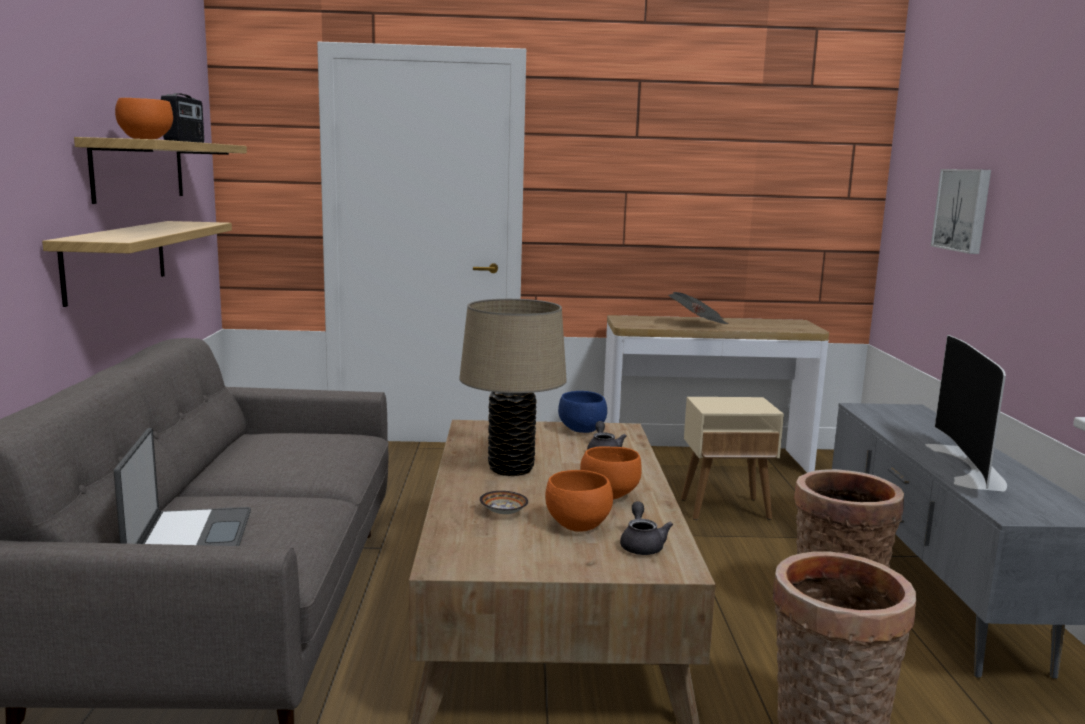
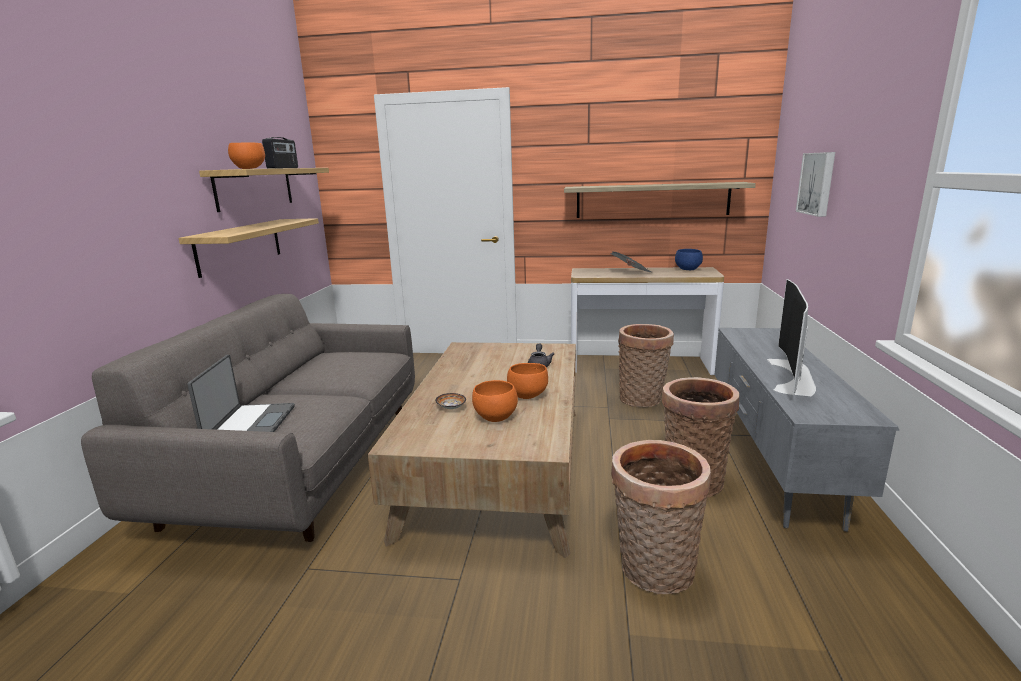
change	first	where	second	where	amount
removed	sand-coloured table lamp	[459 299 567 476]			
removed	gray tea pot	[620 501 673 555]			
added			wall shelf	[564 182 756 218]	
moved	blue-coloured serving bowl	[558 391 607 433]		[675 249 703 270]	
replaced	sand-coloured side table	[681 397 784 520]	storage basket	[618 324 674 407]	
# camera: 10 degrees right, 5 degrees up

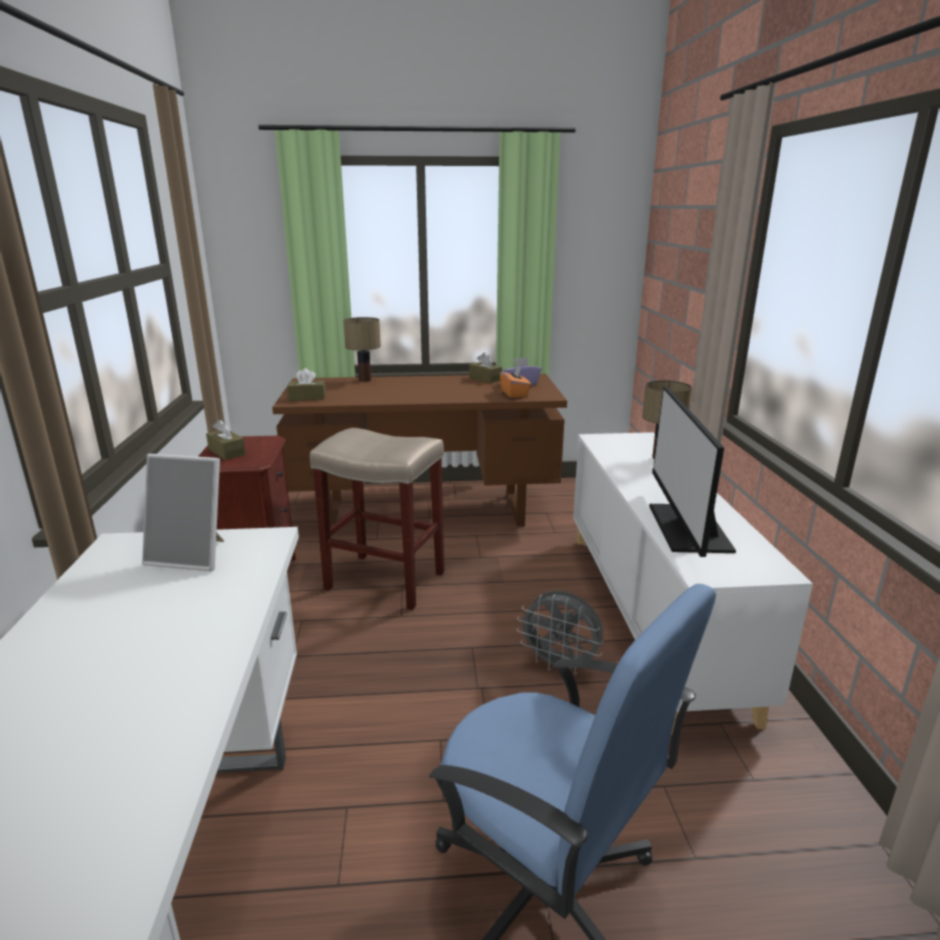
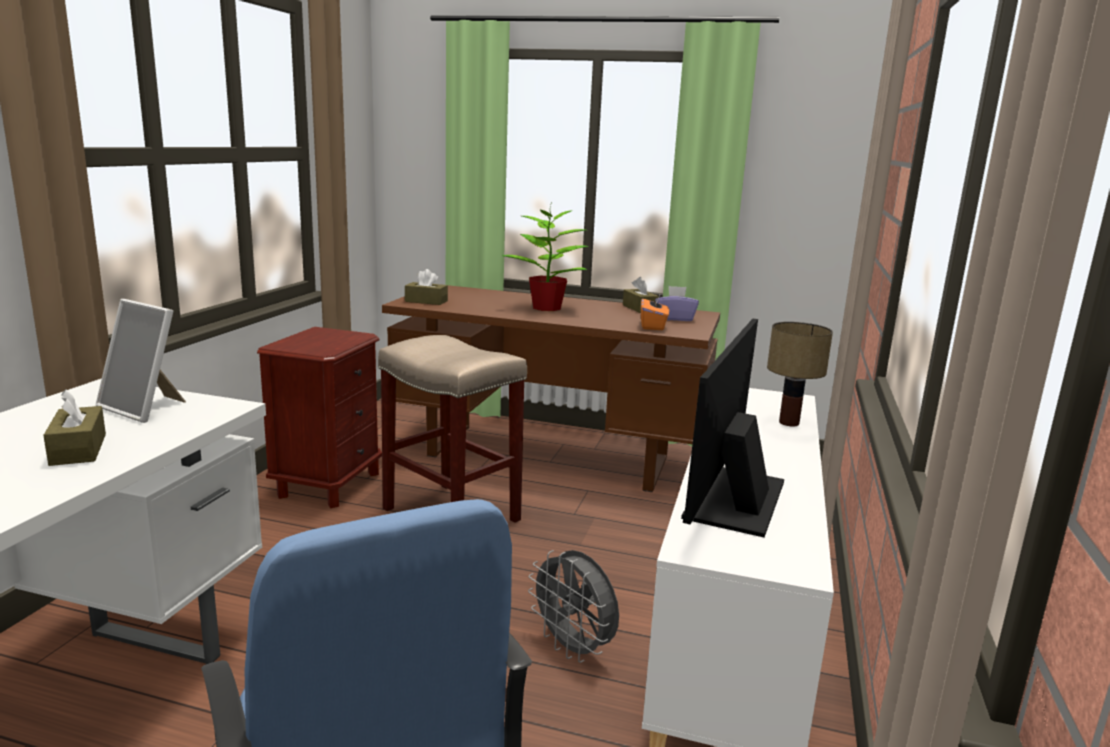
change	first	where	second	where	amount
removed	table lamp	[343 317 381 382]			
added			potted plant	[502 205 589 311]	
moved	brown tissue box	[206 420 246 460]		[43 390 106 466]	
# camera: 20 degrees right, 5 degrees down

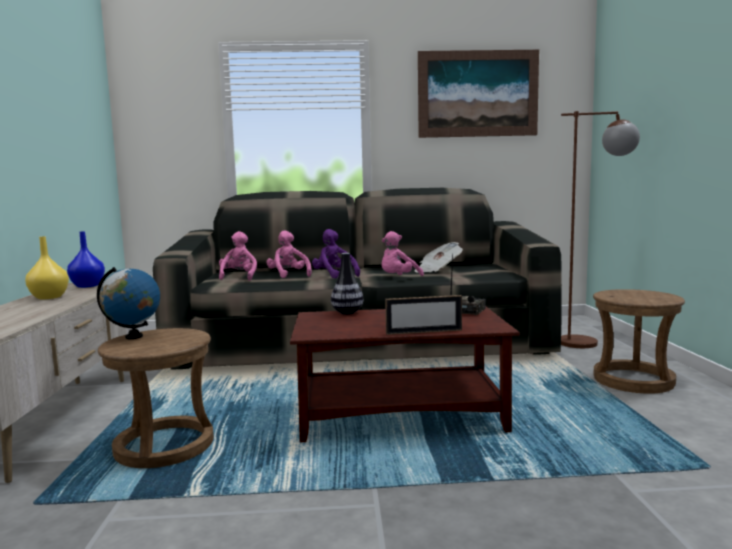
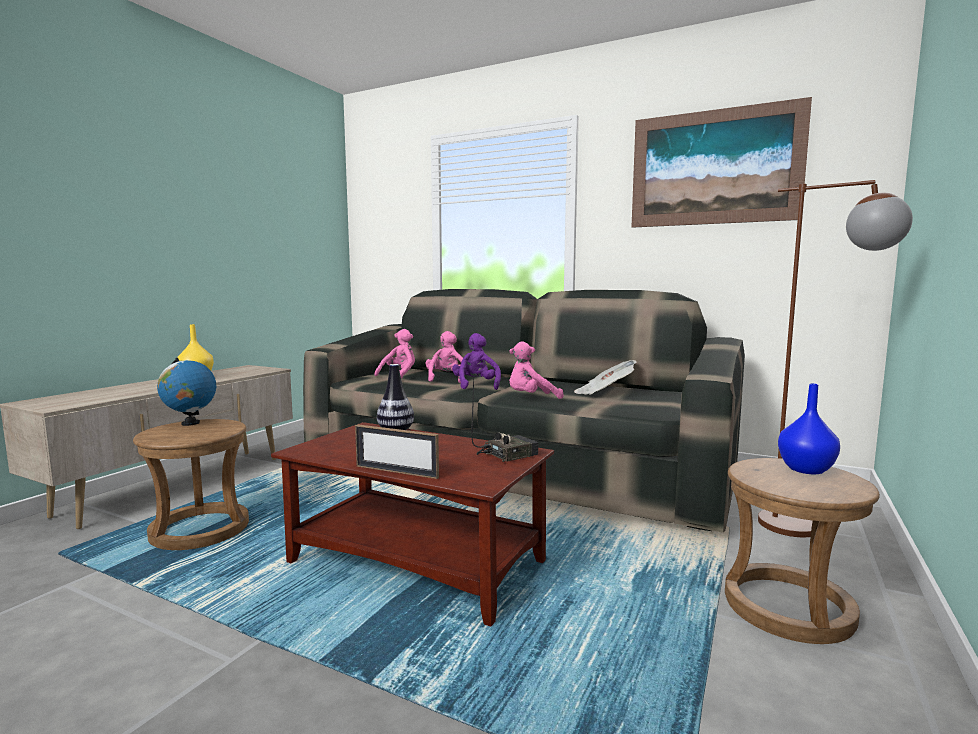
change	first	where	second	where	amount
moved	blue-coloured vase	[67 231 105 288]		[778 383 840 474]	
# camera: 30 degrees right, 0 degrees up

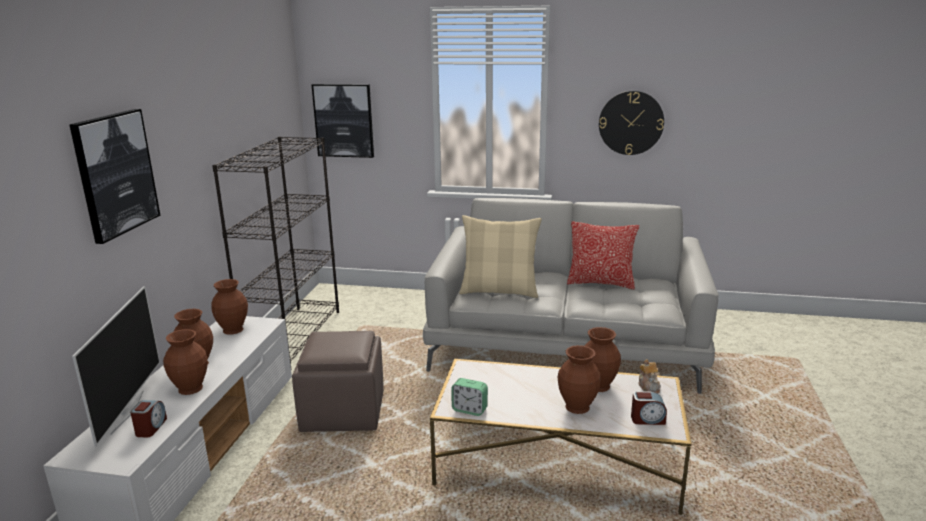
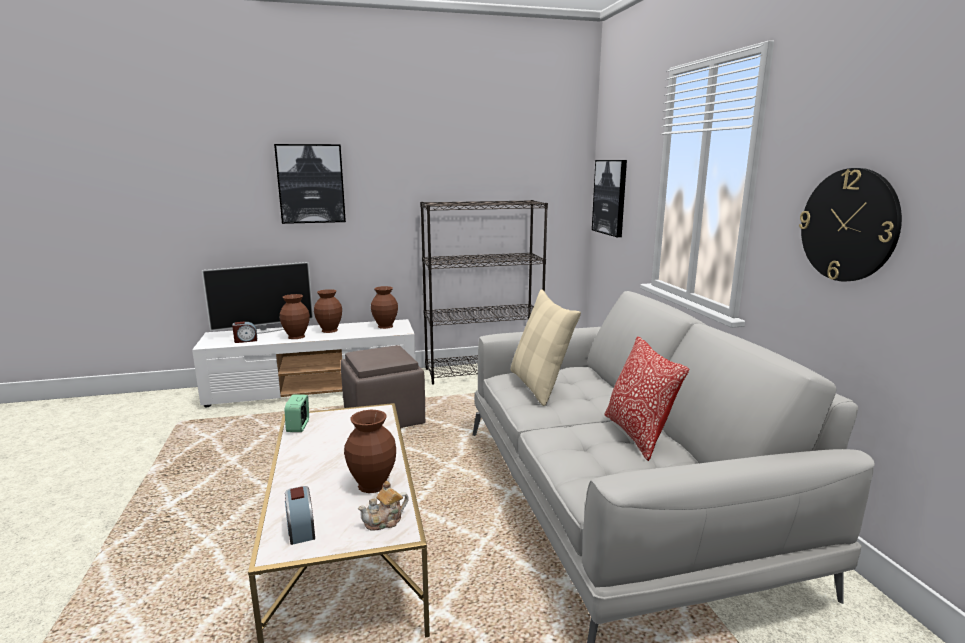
change	first	where	second	where	amount
removed	brown vase	[558 345 601 414]			
# camera: 65 degrees right, 5 degrees down

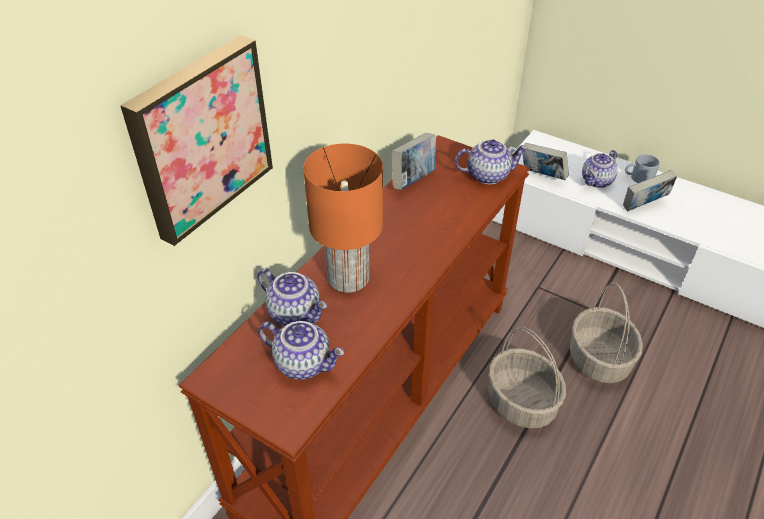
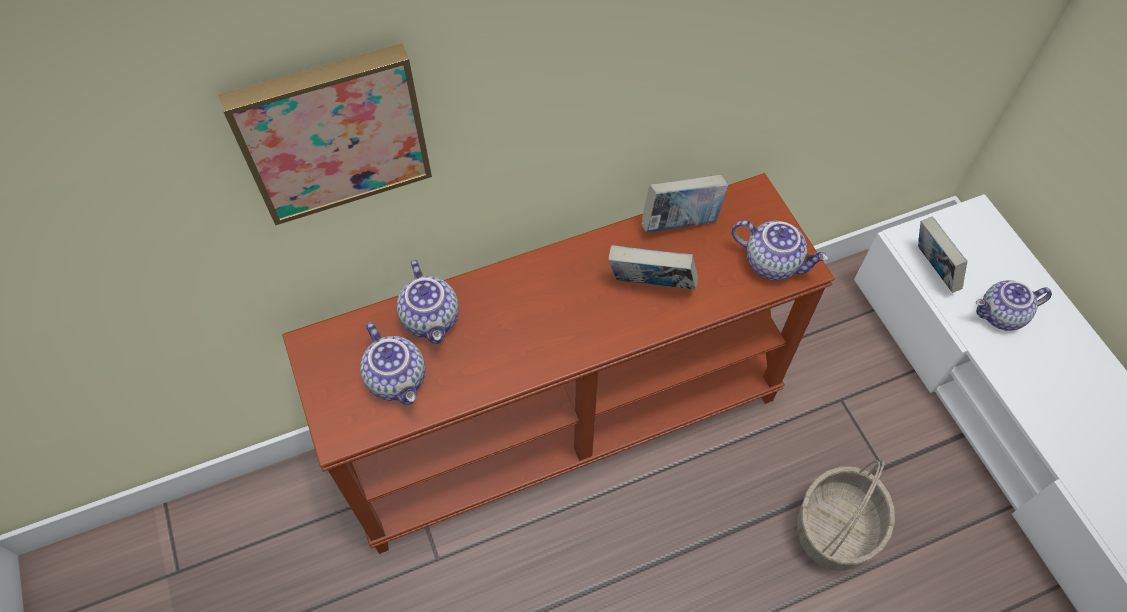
change	first	where	second	where	amount
removed	orange-coloured table lamp	[303 144 383 293]			
removed	storage basket	[489 327 566 428]			
removed	gray coffee mug	[625 154 660 183]			
moved	book	[623 170 677 211]		[608 245 698 290]	
# camera: 35 degrees right, 15 degrees up

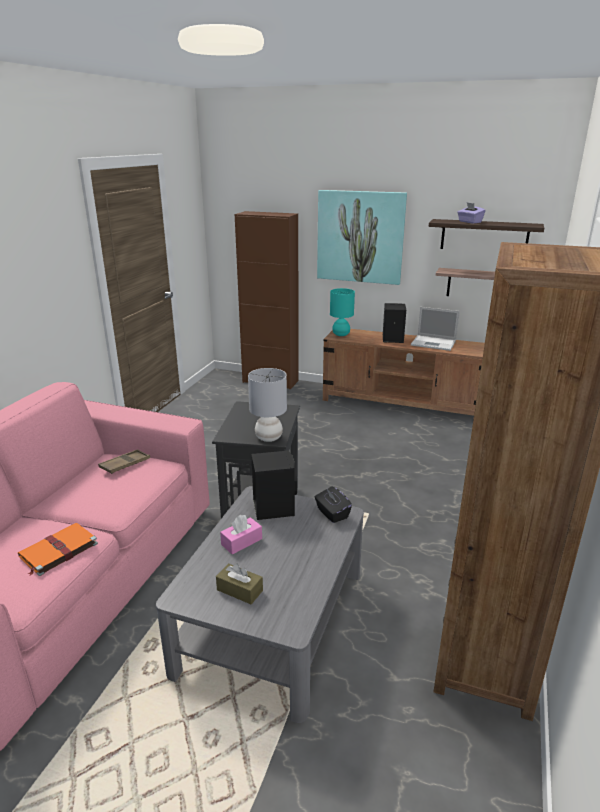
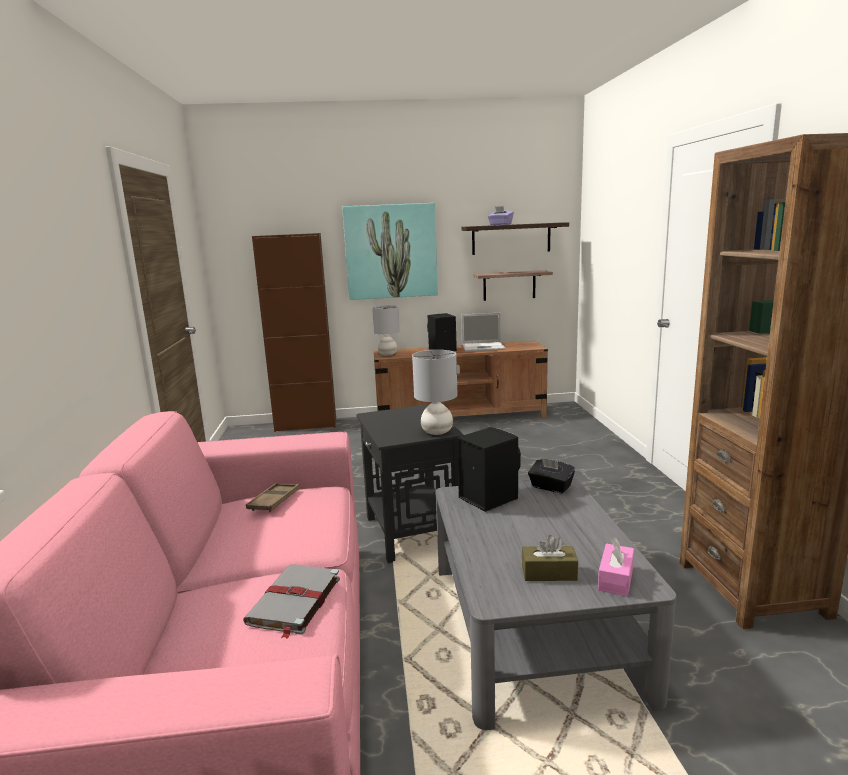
change	first	where	second	where	amount
moved	pink-coloured tissue box	[220 515 262 555]		[598 537 634 597]	
recoloured	orange-coloured book	[18 523 98 576]	gray book	[243 564 340 639]	
recoloured	turquoise table lamp	[330 288 355 336]	gray table lamp	[372 305 400 356]	
# camera: 25 degrees left, 10 degrees down

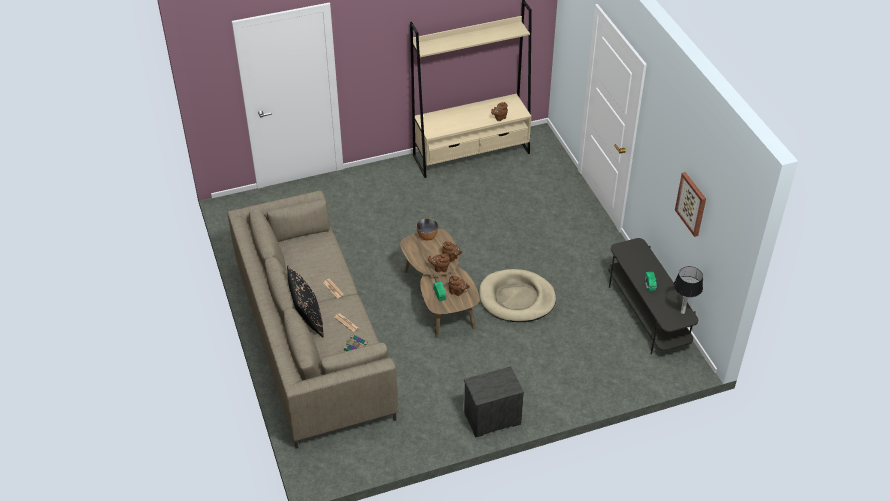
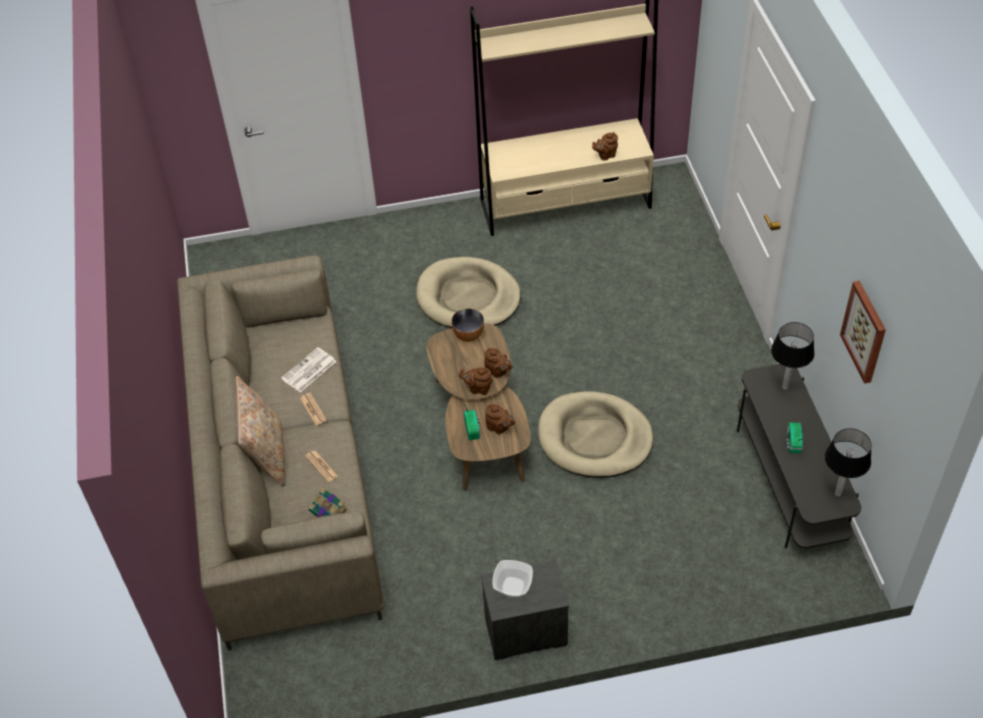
change	first	where	second	where	amount
added			daily paper	[281 347 337 392]	
added			sand-coloured pet bed	[416 257 521 328]	
added			serving bowl	[492 560 533 598]	
added			table lamp	[771 322 815 390]	
recoloured	blackish pillow	[287 265 324 337]	sand-coloured pillow	[236 376 285 487]	
# camera: 10 degrees right, 5 degrees up

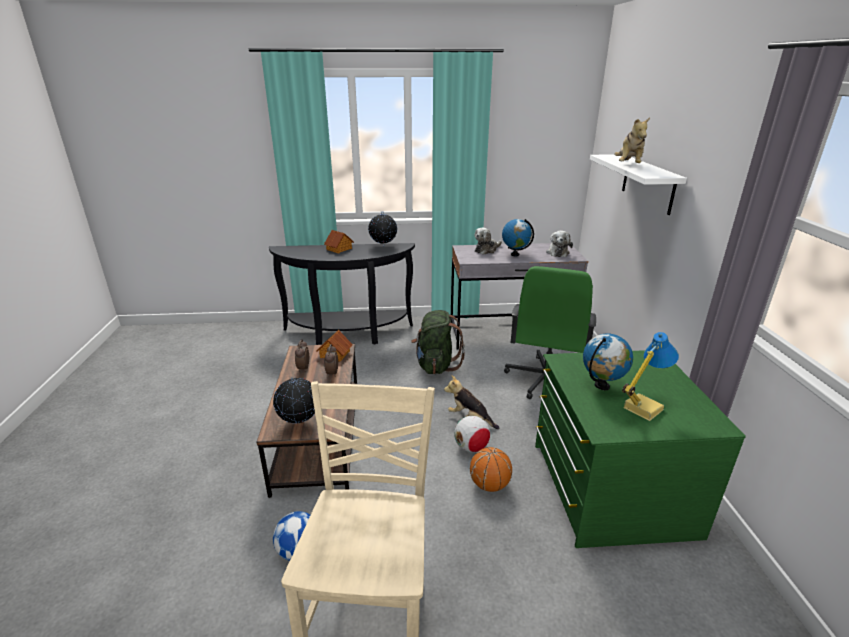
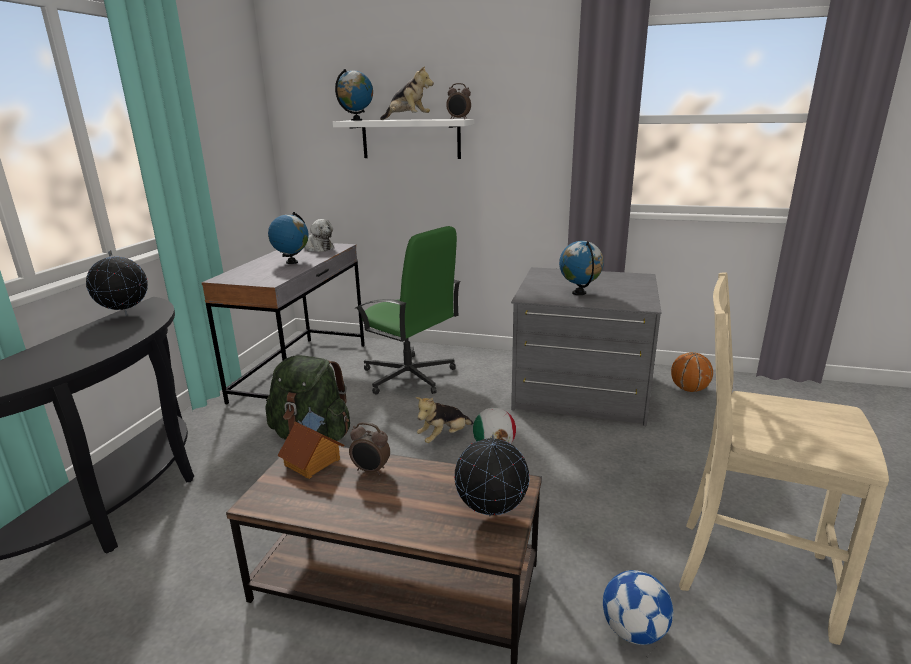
change	first	where	second	where	amount
removed	toy house	[324 230 354 254]			
removed	plush toy	[474 227 502 255]			
removed	table lamp	[622 332 679 421]			
added			world globe	[335 69 373 121]	
moved	table clock	[295 340 309 372]		[446 83 471 119]	
moved	basketball	[470 447 512 492]		[671 352 713 392]	
recoloured	green chest of drawers	[535 350 746 548]	gray chest of drawers	[511 267 661 426]	
# camera: 70 degrees left, 5 degrees down

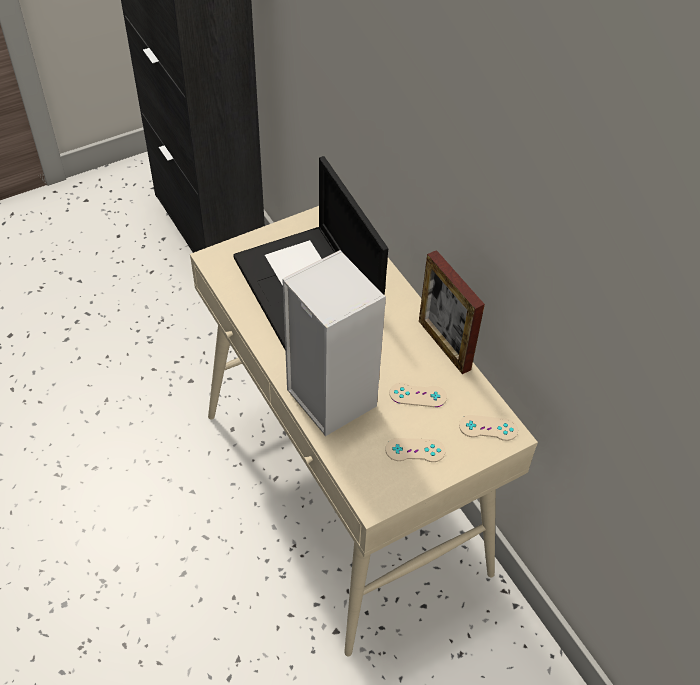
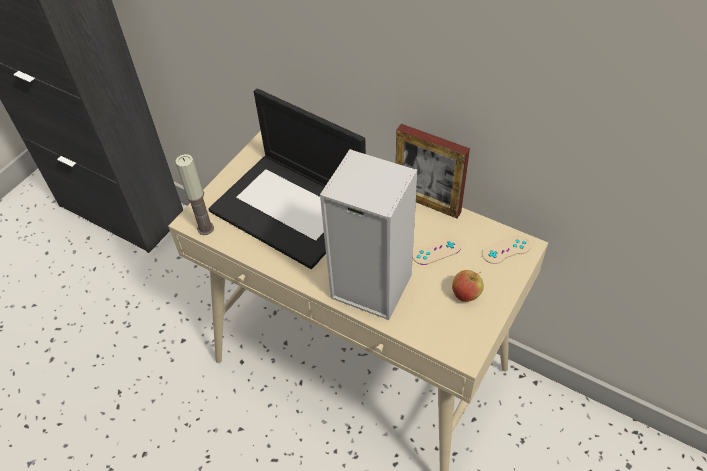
change	first	where	second	where	amount
added			candle	[176 154 214 235]	
replaced	sand-coloured joypad	[385 438 446 462]	whole apple	[452 270 484 302]	
# camera: 25 degrees left, 0 degrees up

